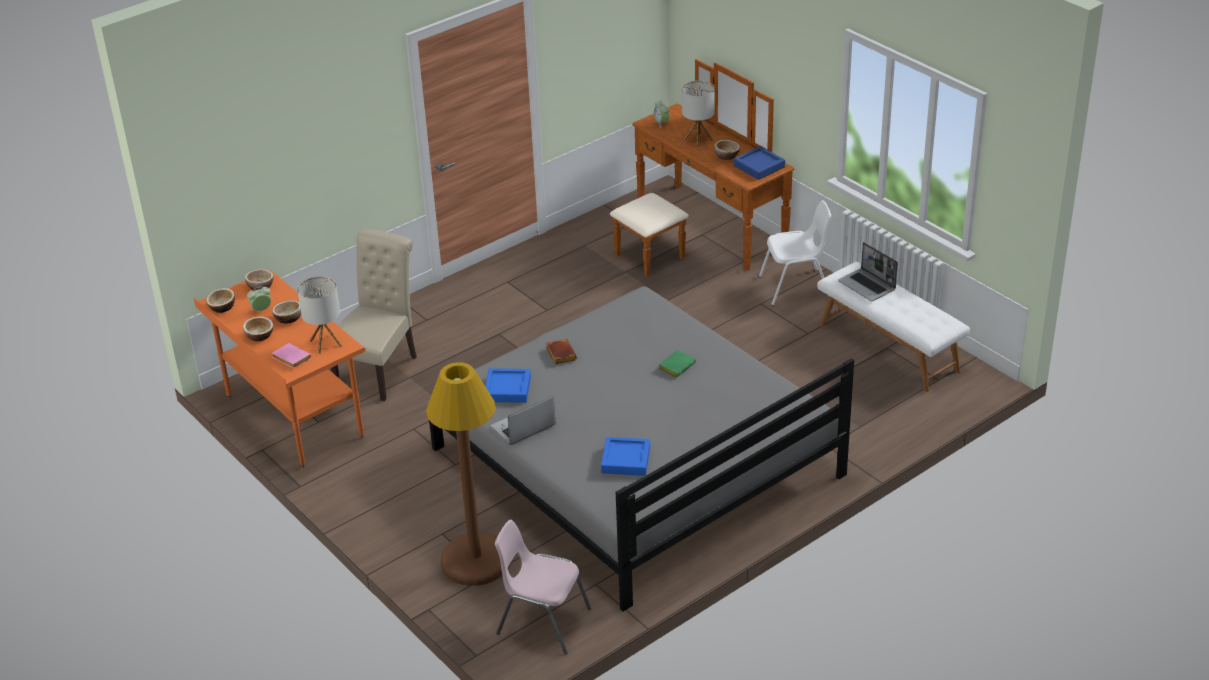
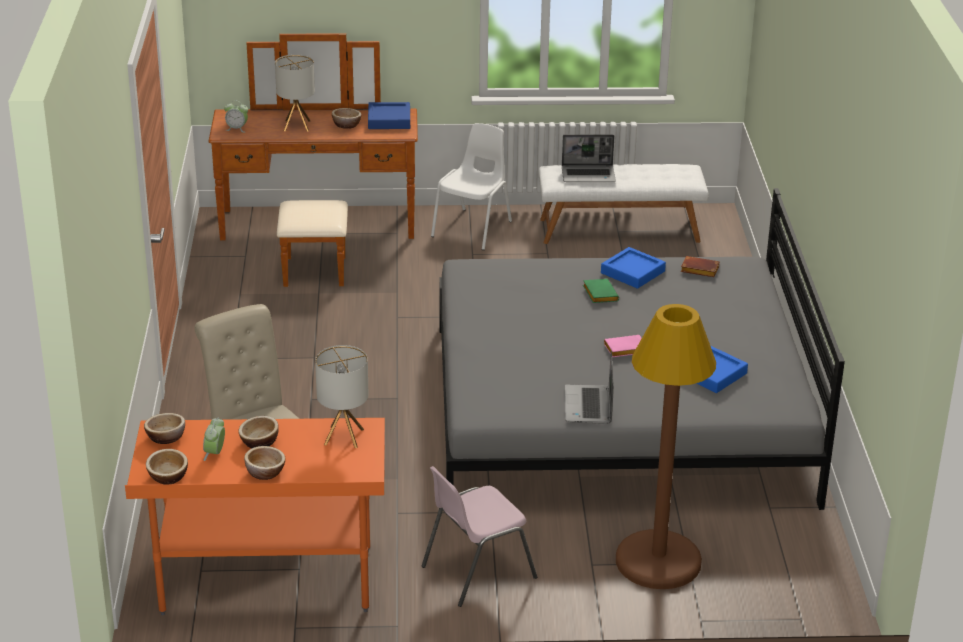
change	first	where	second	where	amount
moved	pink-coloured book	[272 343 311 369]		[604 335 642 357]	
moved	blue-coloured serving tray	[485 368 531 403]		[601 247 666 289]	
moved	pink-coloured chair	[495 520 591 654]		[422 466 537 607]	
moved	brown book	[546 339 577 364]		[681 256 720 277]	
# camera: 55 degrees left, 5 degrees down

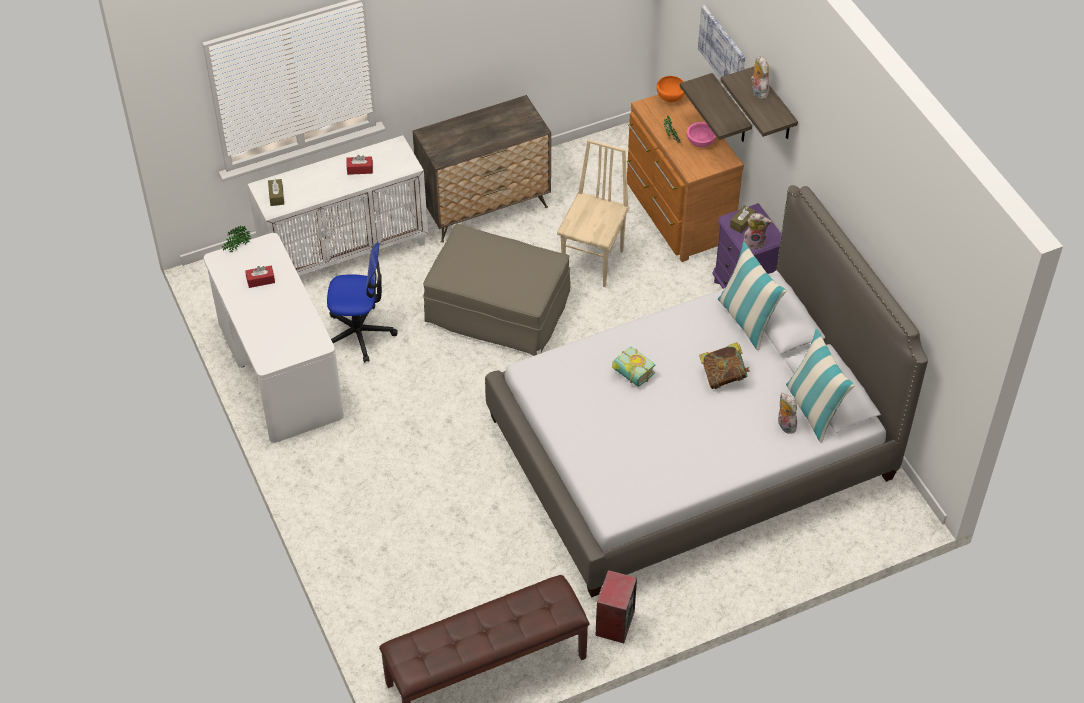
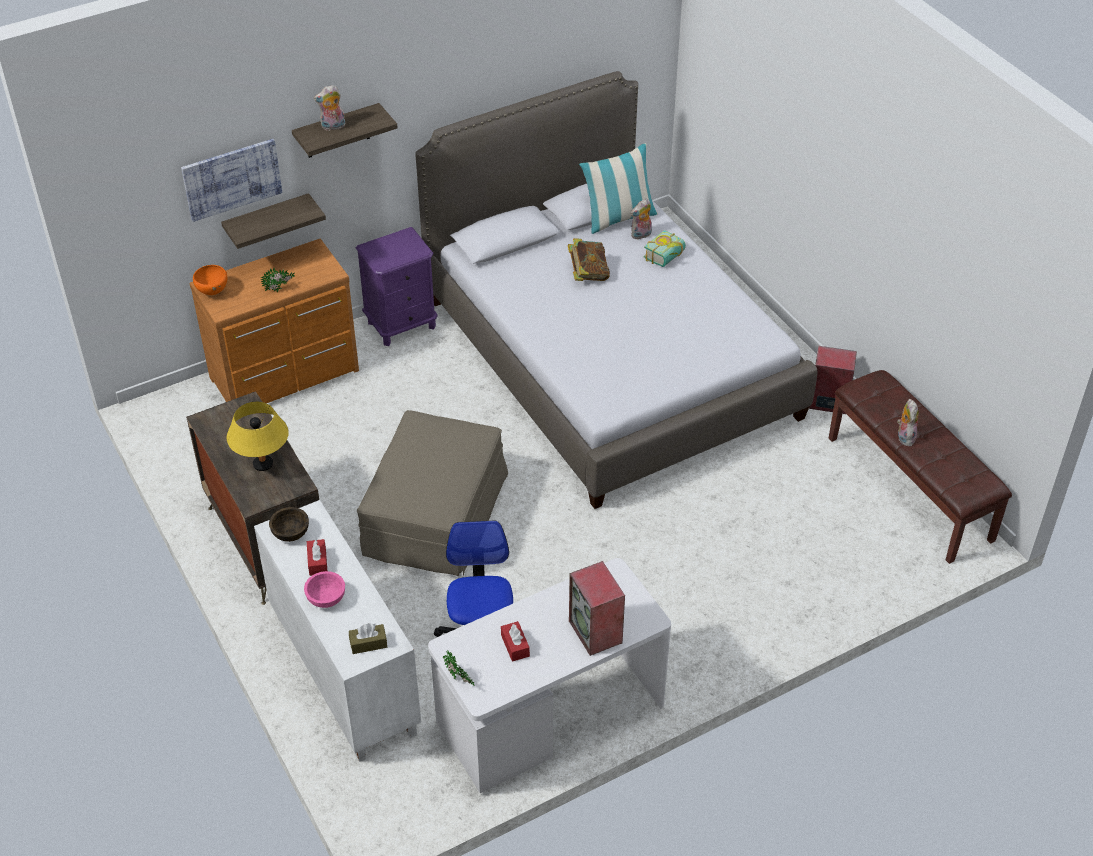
change	first	where	second	where	amount
removed	sand-coloured chair	[557 140 630 287]			
removed	pillow	[718 242 786 350]			
removed	brown tissue box	[730 205 756 233]			
added			yellow-coloured table lamp	[227 402 289 471]	
added			brown serving bowl	[269 507 309 542]	
added			audio speaker	[569 561 625 656]	
moved	book	[612 346 656 387]		[644 230 686 267]	
moved	pink-coloured serving bowl	[687 122 716 147]		[304 571 345 608]	
moved	plush toy	[743 213 772 249]		[897 399 919 446]	
# camera: 95 degrees left, 5 degrees down

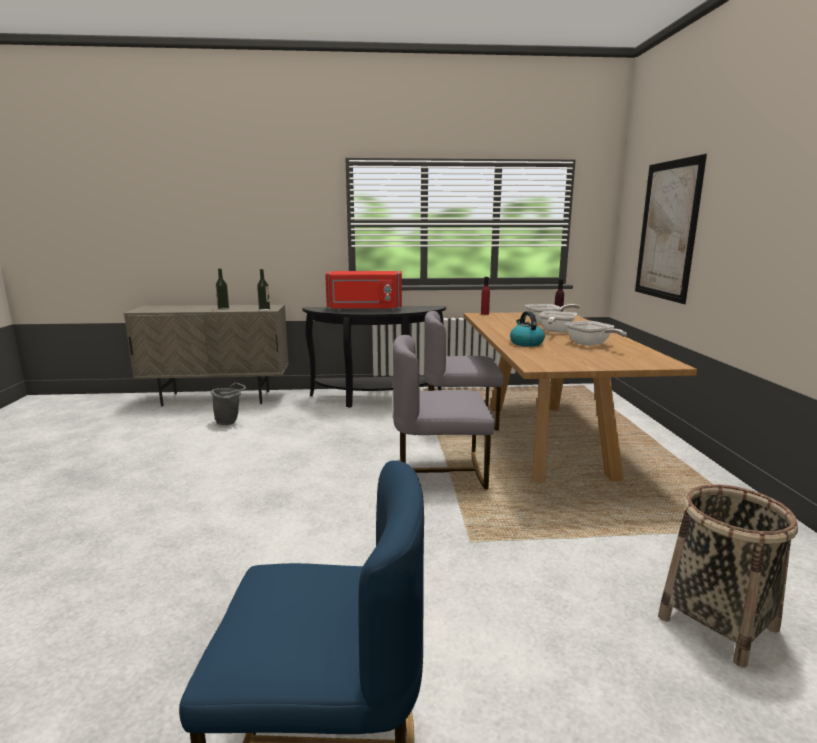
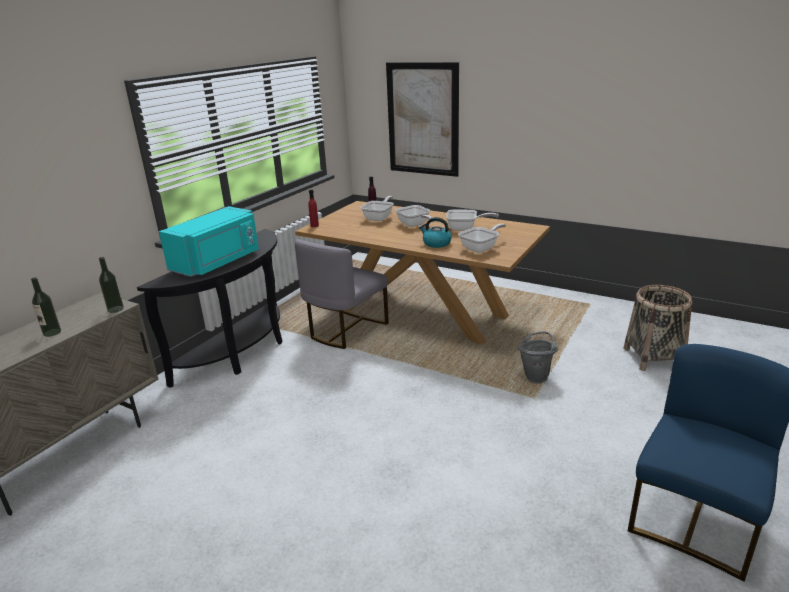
change	first	where	second	where	amount
removed	gray chair	[393 335 495 490]			
added			pan	[458 223 506 253]	
moved	gray pail	[211 383 246 425]		[517 331 558 384]	
recoloured	red-coloured kitchen microwave	[325 271 402 311]	turquoise kitchen microwave	[159 206 259 277]	
# camera: 55 degrees left, 10 degrees up

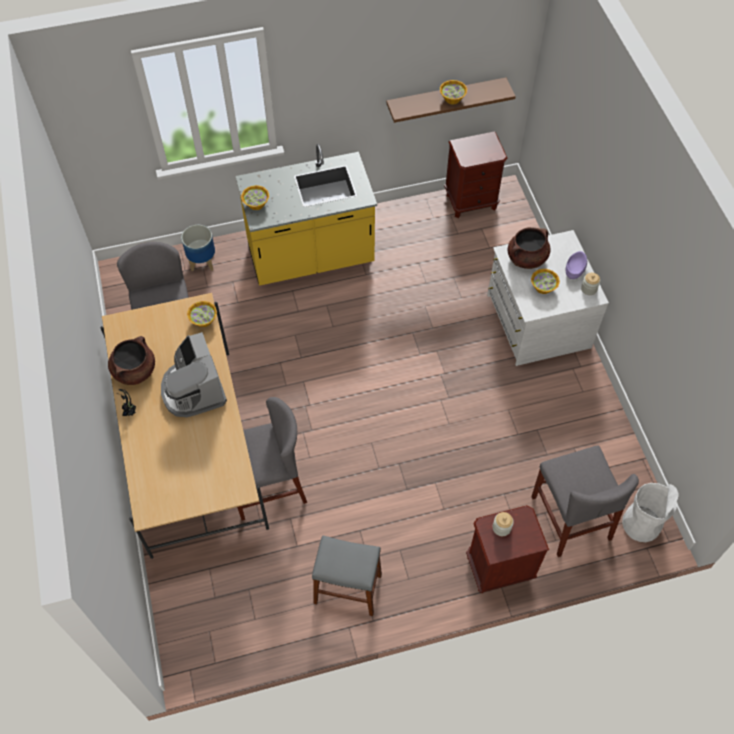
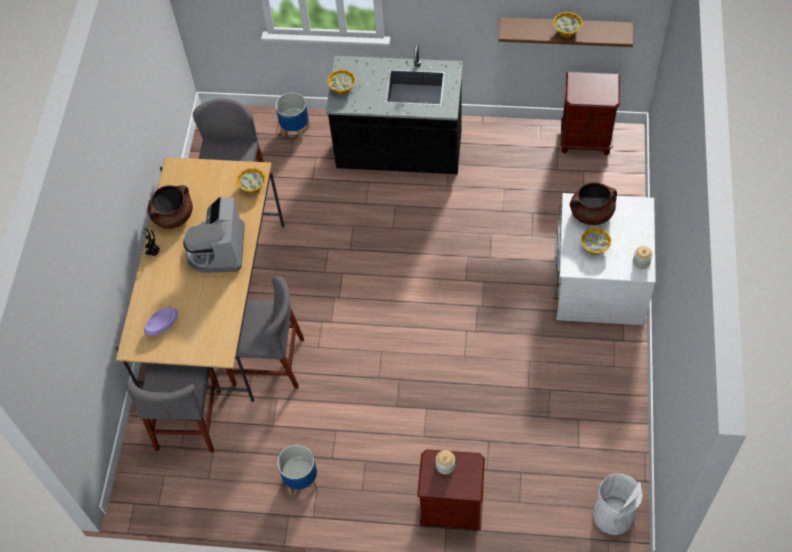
change	first	where	second	where	amount
moved	gray chair	[531 445 639 557]		[126 363 221 452]	
moved	purple serving bowl	[566 251 587 279]		[144 307 178 336]	
replaced	gray sitting stool	[312 535 382 616]	flower pot	[277 445 317 495]	
recoloured	yellow-coloured kitchen counter	[236 144 377 286]	blackish kitchen counter	[326 44 463 174]	
# camera: 25 degrees right, 0 degrees up

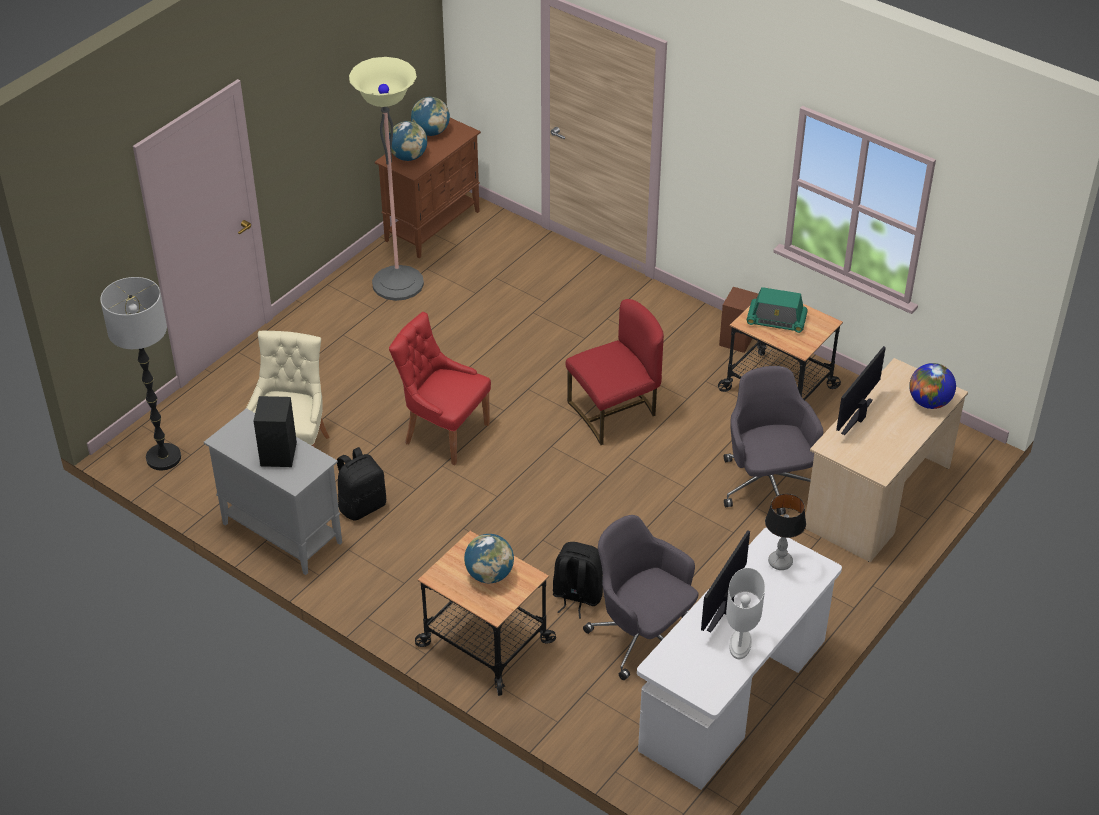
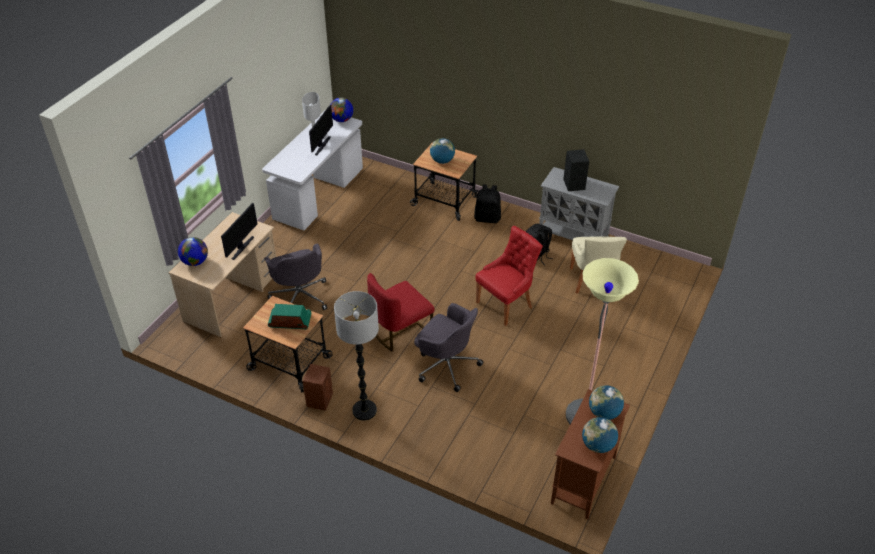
change	first	where	second	where	amount
removed	table lamp	[765 494 806 570]			
added			world globe	[330 98 353 122]	
moved	standard lamp	[100 277 181 470]		[334 291 379 421]	
moved	blackish knapsack	[553 542 603 618]		[474 184 501 223]	
moved	gray office chair	[583 515 698 680]		[414 303 483 392]	
turned	red-coloured chair	[389 312 491 465]		[475 226 543 326]	60 degrees counterclockwise
# camera: 170 degrees right, 0 degrees up

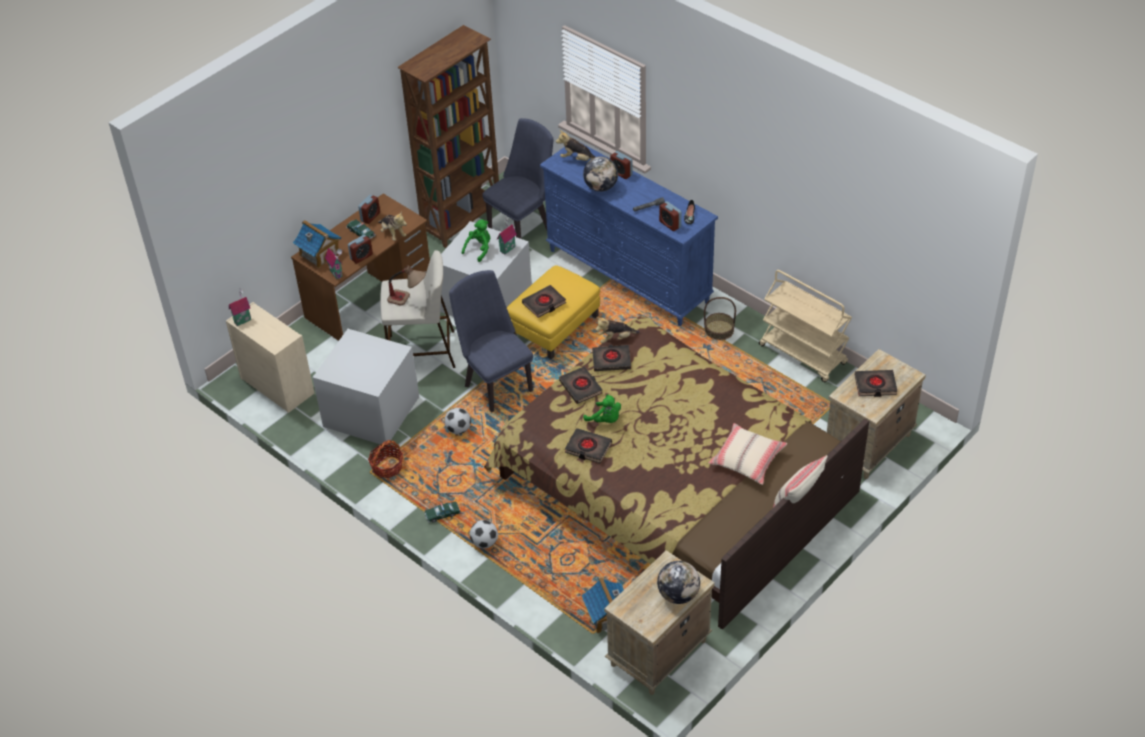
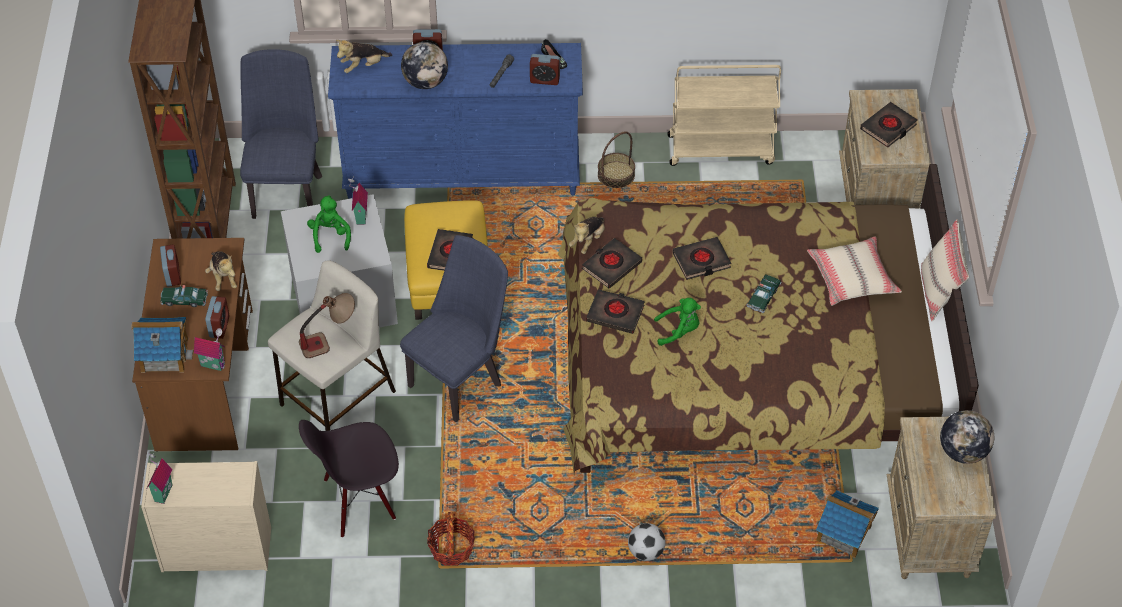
change	first	where	second	where	amount
removed	football ball	[444 408 471 434]			
moved	model car	[425 501 461 523]		[746 274 782 313]	
moved	blackish book	[565 428 612 463]		[672 237 731 280]	
replaced	gray storage box	[313 329 419 444]	blackish chair	[299 420 399 538]	
turned	plush toy	[378 211 407 241]		[205 251 237 291]	60 degrees clockwise
turned	blue-coloured chair	[449 270 533 413]		[400 235 508 422]	120 degrees clockwise
# camera: 45 degrees left, 5 degrees up

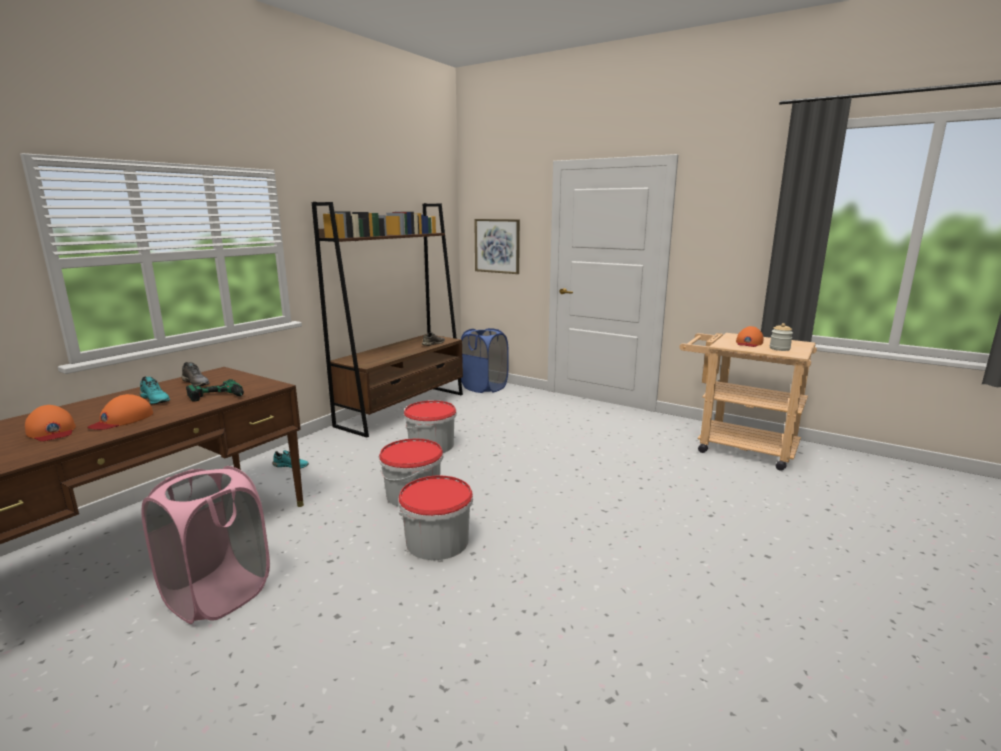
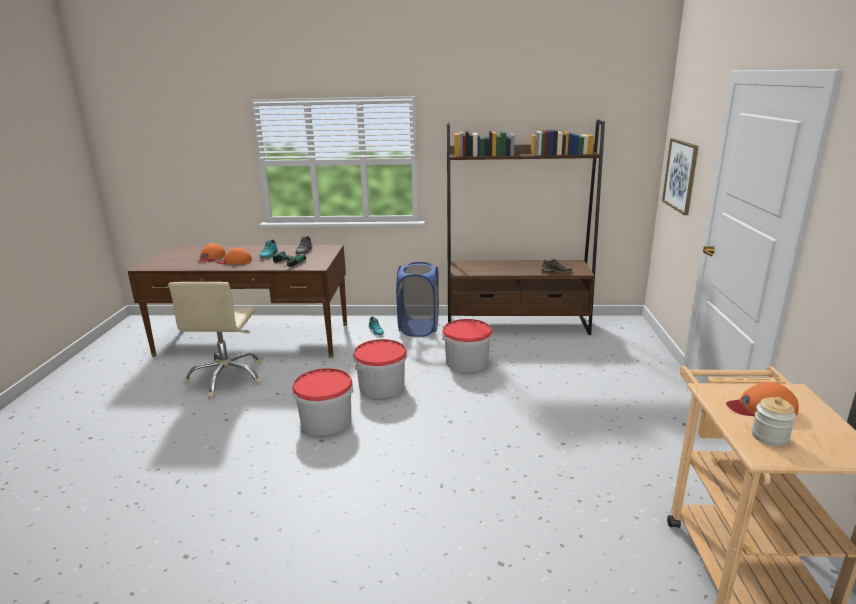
change	first	where	second	where	amount
moved	blue-coloured washing basket	[461 328 508 393]		[396 262 439 337]	
replaced	pink-coloured washing basket	[142 466 270 624]	sand-coloured office chair	[168 282 262 398]	
# camera: 60 degrees right, 5 degrees up

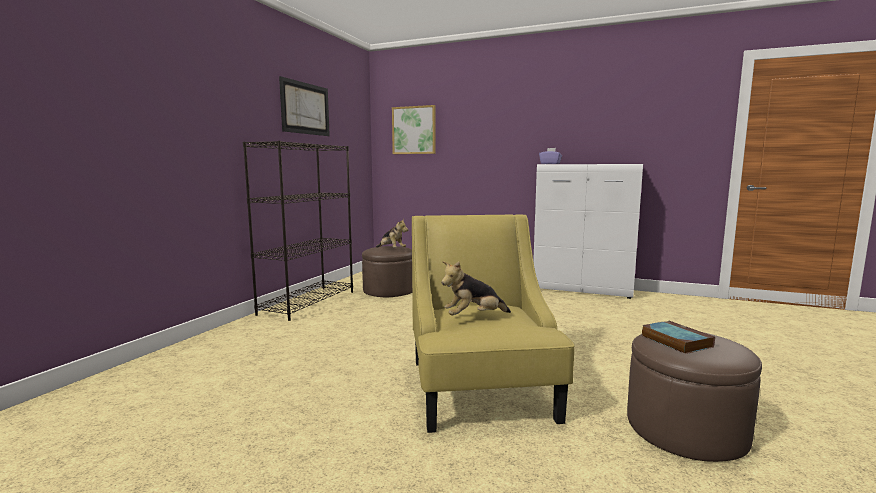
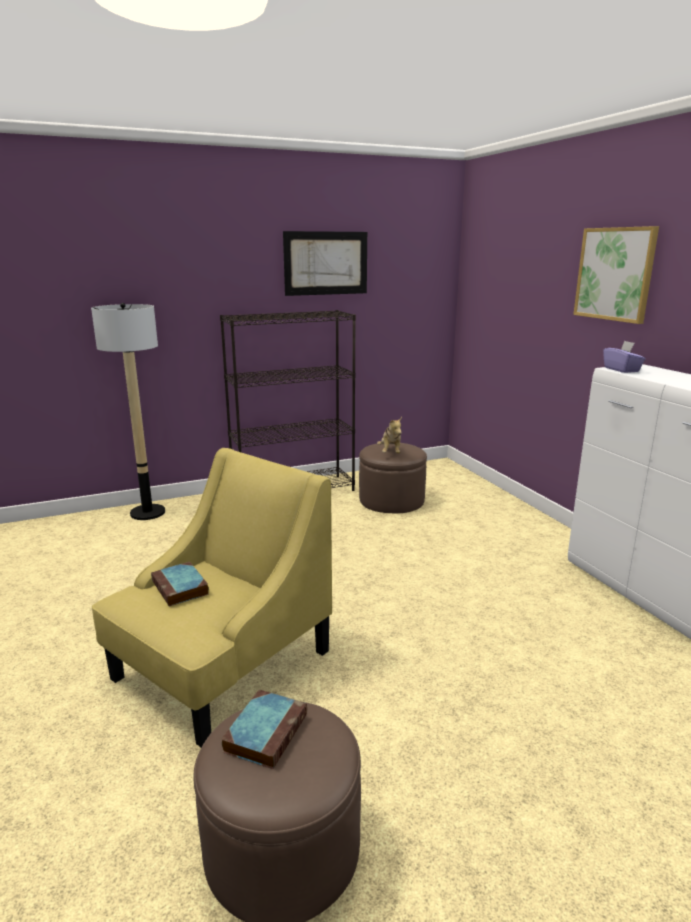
change	first	where	second	where	amount
added			standard lamp	[91 303 165 520]	
moved	picture	[392 105 436 154]		[573 226 659 324]	
replaced	plush toy	[441 261 511 315]	book	[151 562 209 606]	
# camera: 45 degrees right, 10 degrees up

